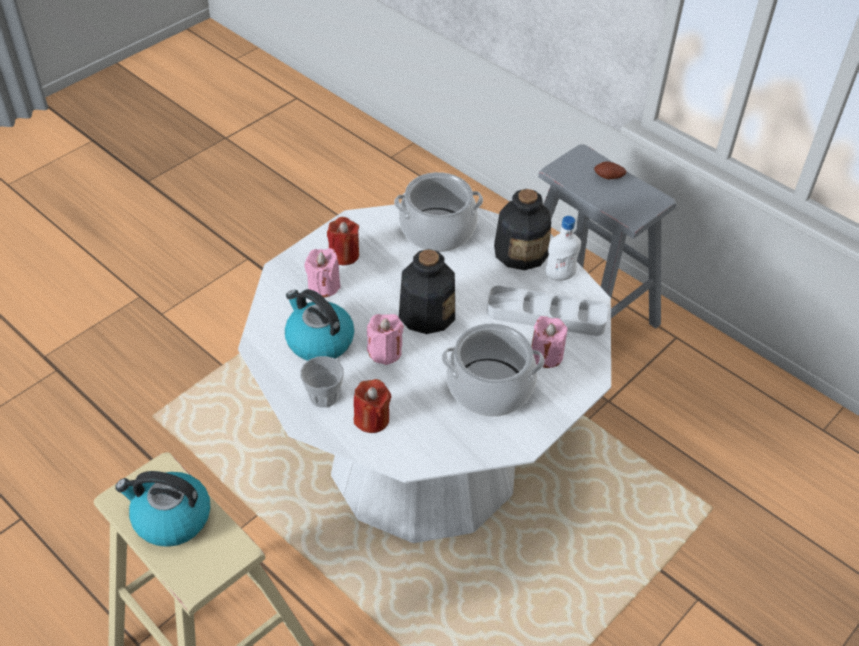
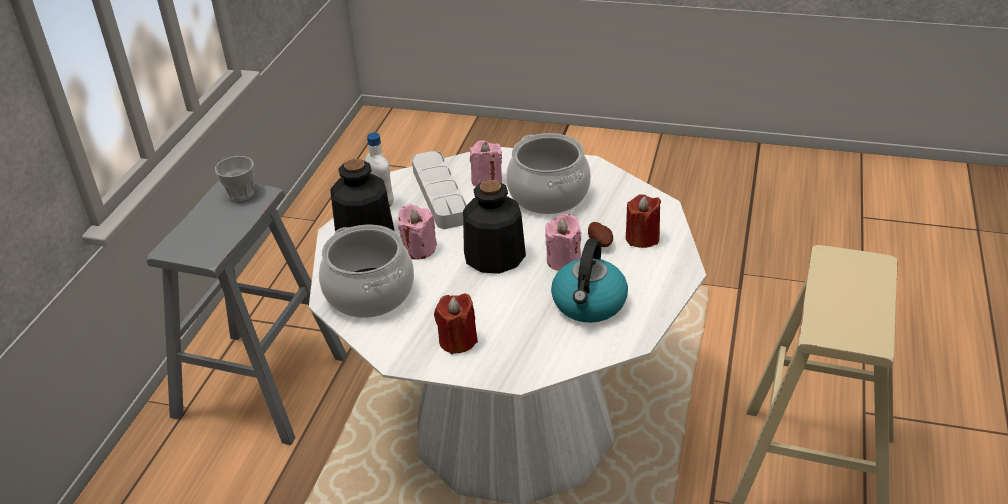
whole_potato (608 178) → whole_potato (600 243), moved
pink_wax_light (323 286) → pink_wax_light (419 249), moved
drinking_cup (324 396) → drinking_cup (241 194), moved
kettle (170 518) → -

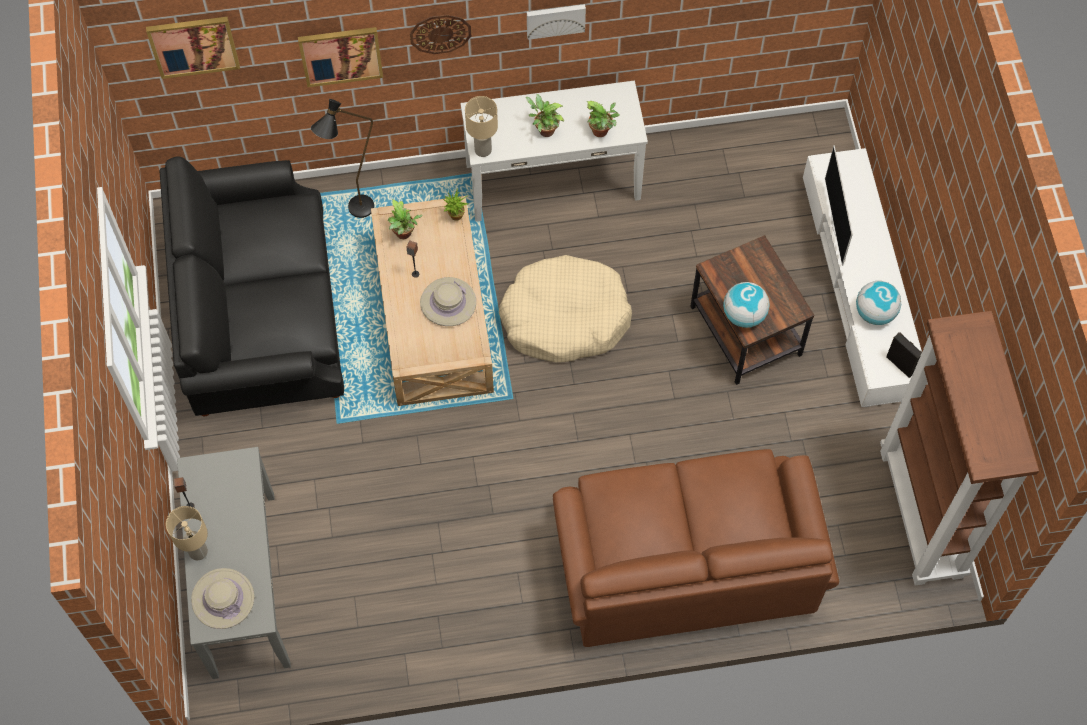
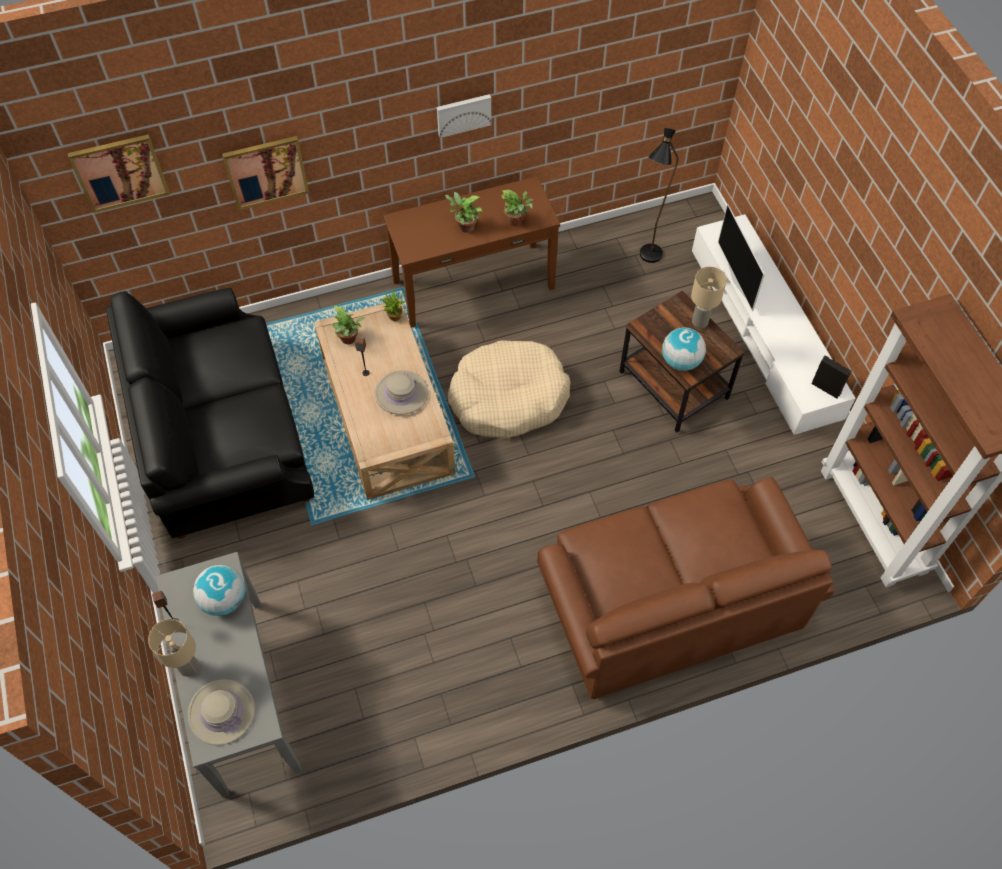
clock_on_the_wall (440 33) → -
white-coloured_console_table (552 181) → brown_console_table (473 284)
beige-coloured_table_lamp (483 149) → beige-coloured_table_lamp (700 321), moved
black_standard_lamp (355 214) → black_standard_lamp (648 260), moved
globe (874 313) → globe (224 600), moved

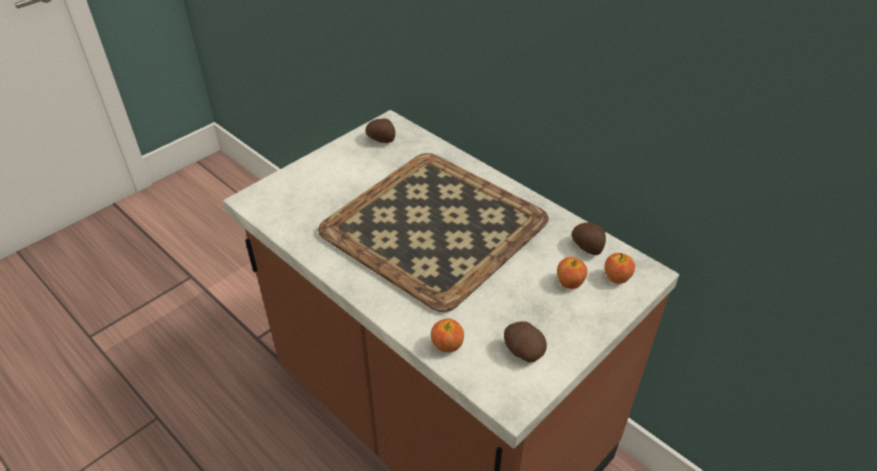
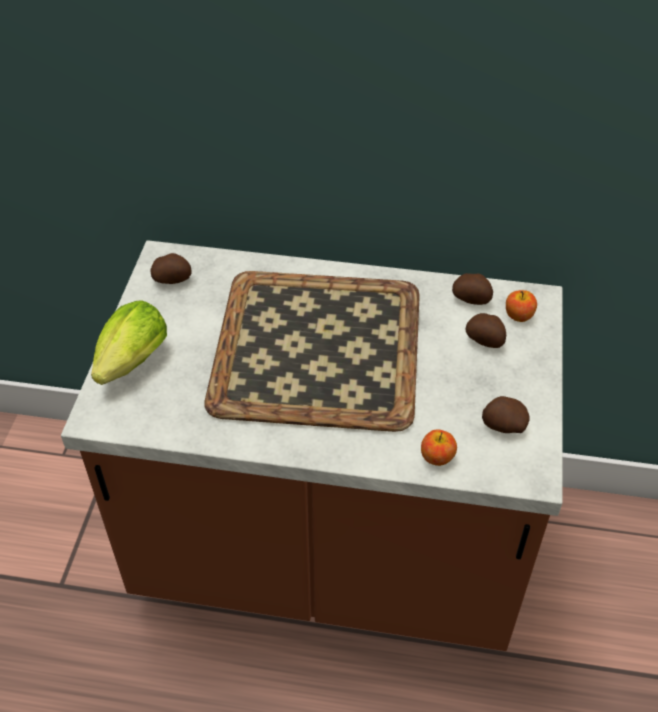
apple_fruit (569 282) → whole_potato (485 341)
- → lettuce_head (130 365)

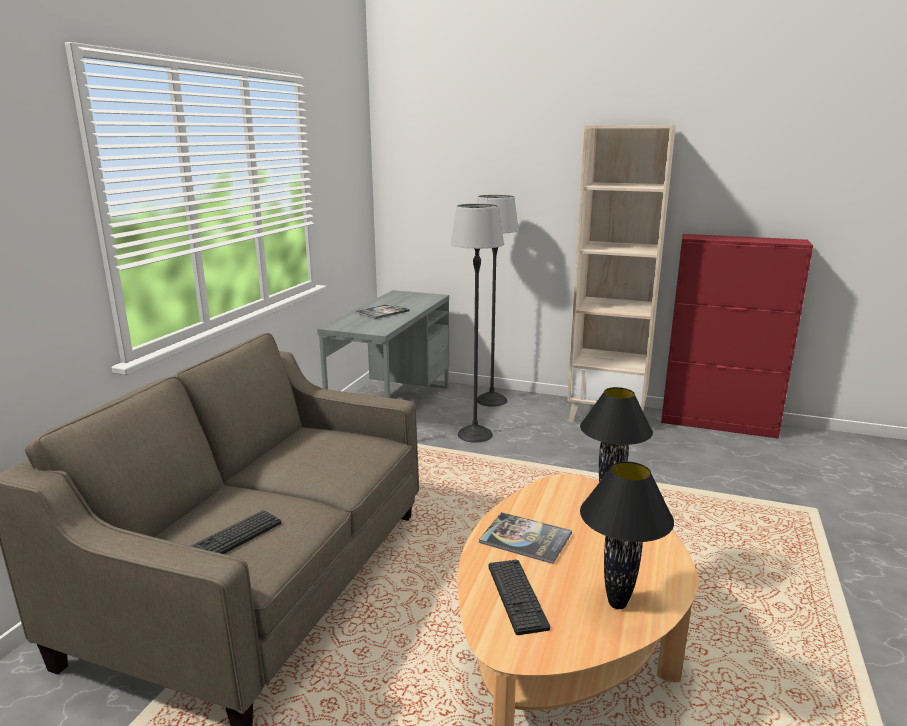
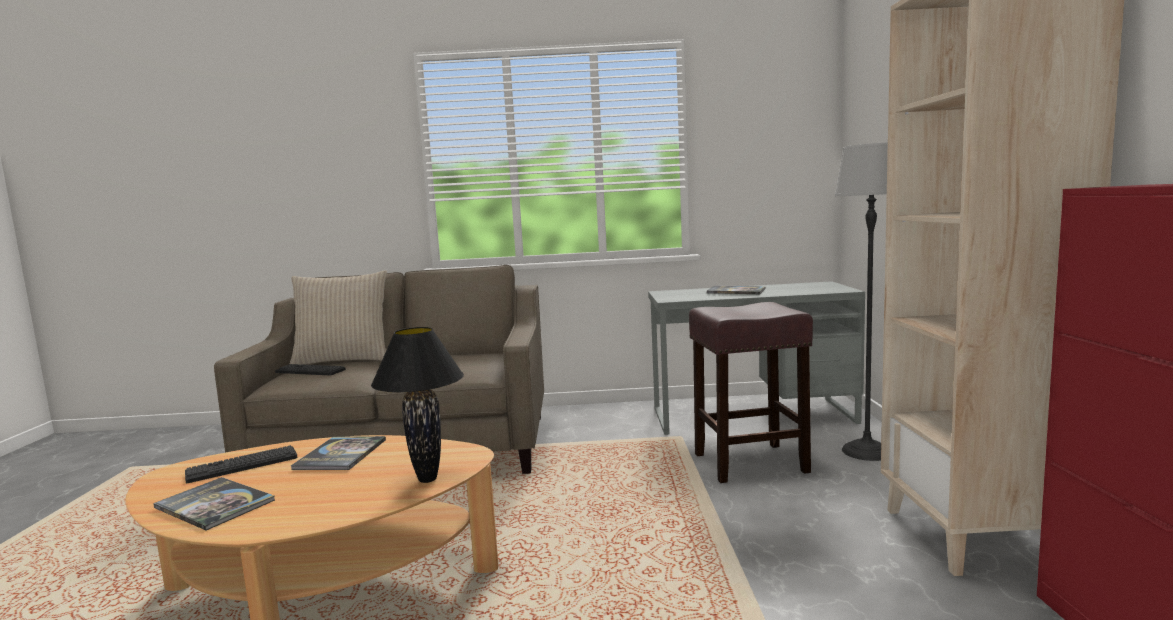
standard_lamp (475 434) → brown_sitting_stool (748 463)
black_table_lamp (616 603) → volume (215 504)
- → beige-coloured_cushion (344 360)

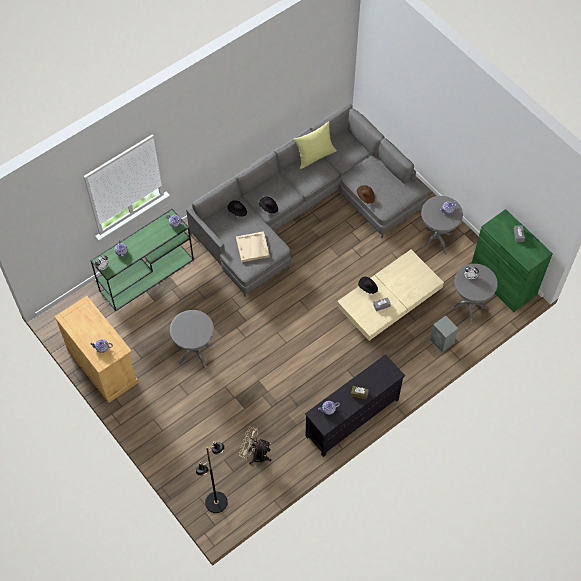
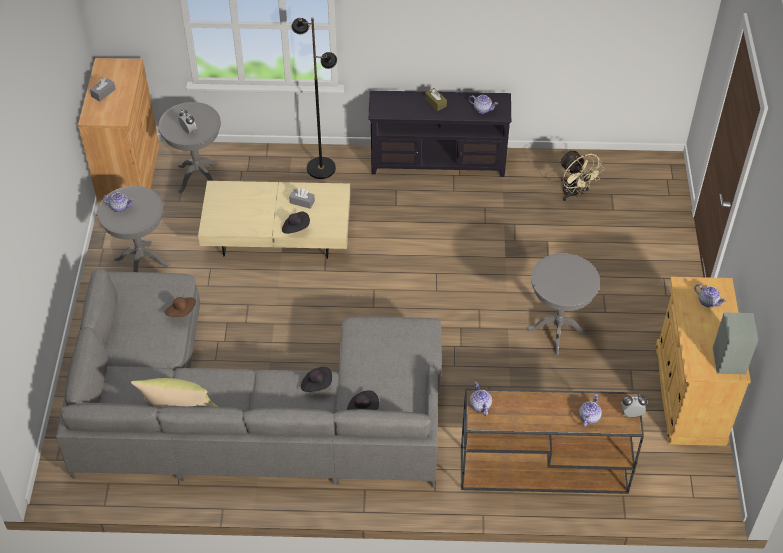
green_console_table (147 275) → brown_console_table (541 470)
green_cabinet (503 281) → brown_cabinet (130 176)
beige-coloured_tray (253 248) → -
greyish_loudspeaker (442 342) → greyish_loudspeaker (729 359), moved
black_standard_lamp (216 503) → black_standard_lamp (321 168), moved

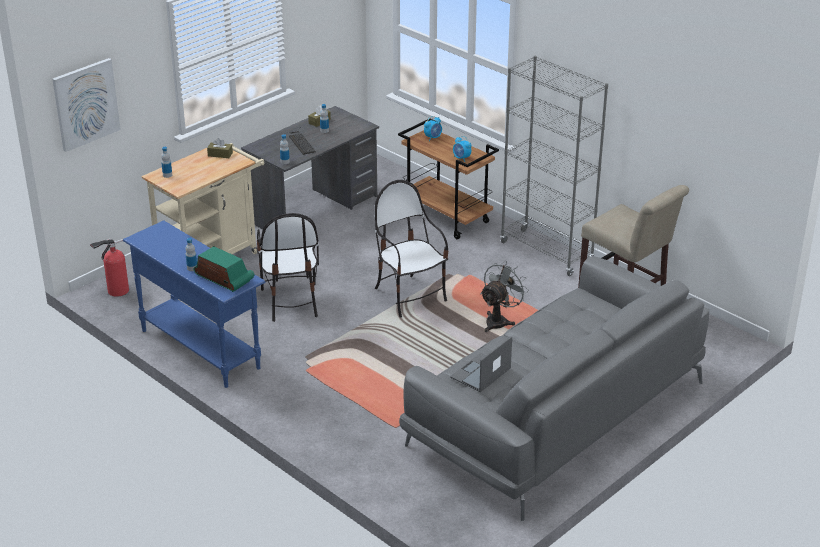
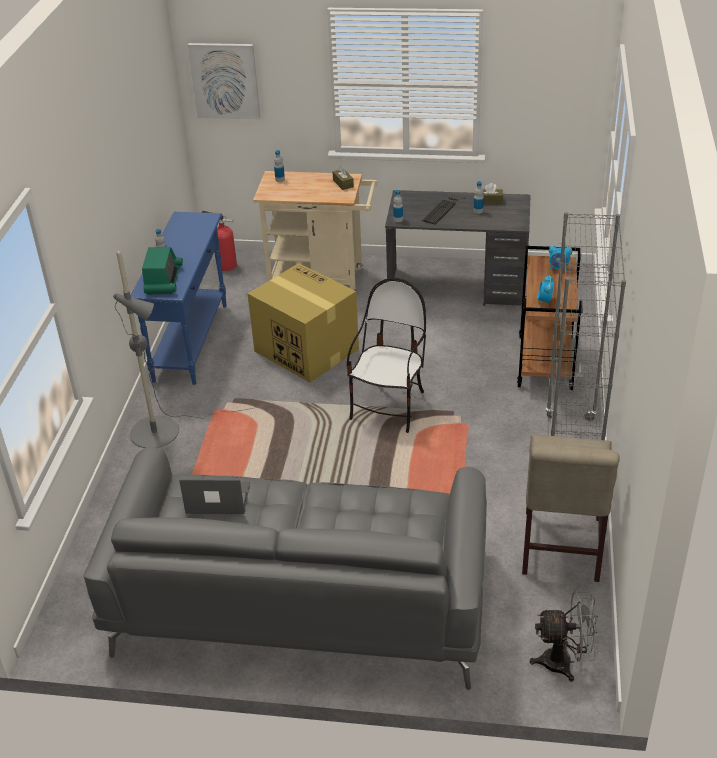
upright_chair (290 302) → cardboard_box (305 349)
greyish_cooling_fan (499 321) → greyish_cooling_fan (565 662), moved
- → greyish_standard_lamp (166 429)

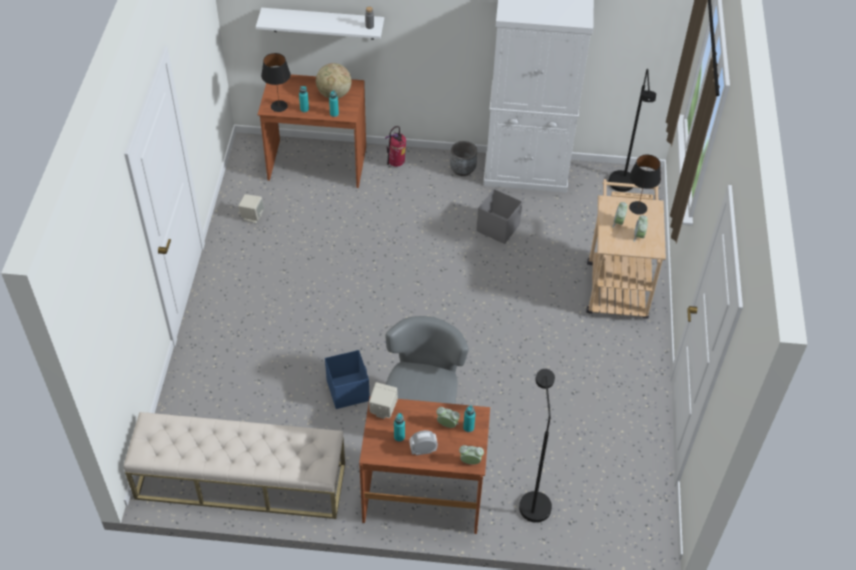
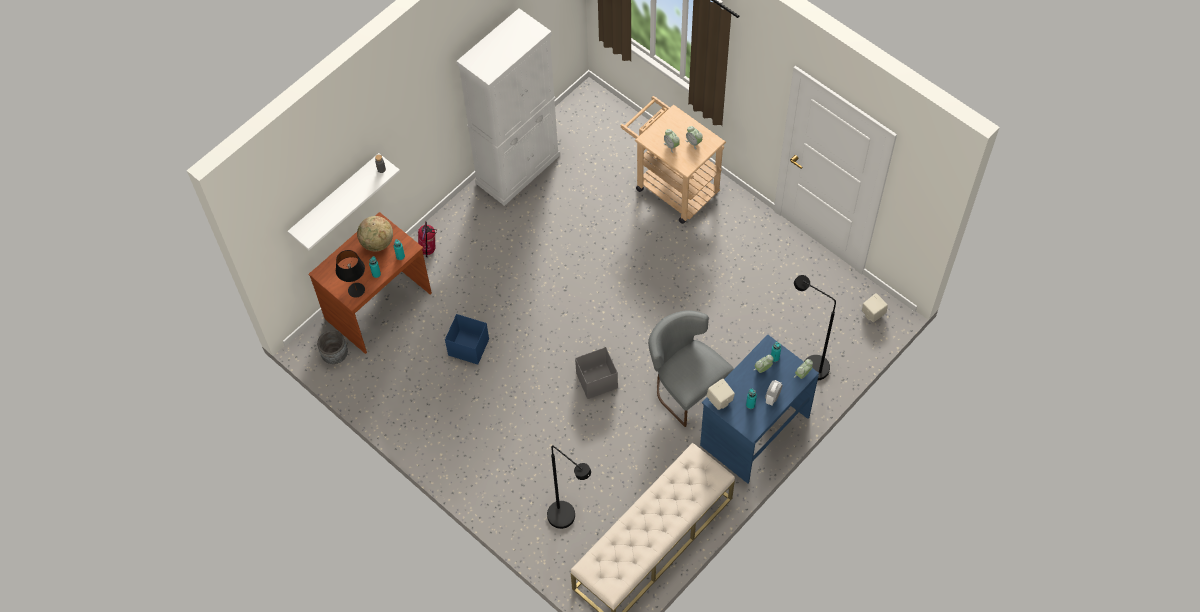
black_standard_lamp (622 188) → black_standard_lamp (568 519), moved
greyish_flower_pot (463 169) → greyish_flower_pot (335 355), moved
black_table_lamp (638 208) → -
greyish_storage_box (497 227) → greyish_storage_box (596 381), moved
beige-coloured_loudspeaker (252 216) → beige-coloured_loudspeaker (872 314), moved
blue-coloured_storage_box (348 390) → blue-coloured_storage_box (468 347), moved
brown_desk (423 494) → blue-coloured_desk (754 430)

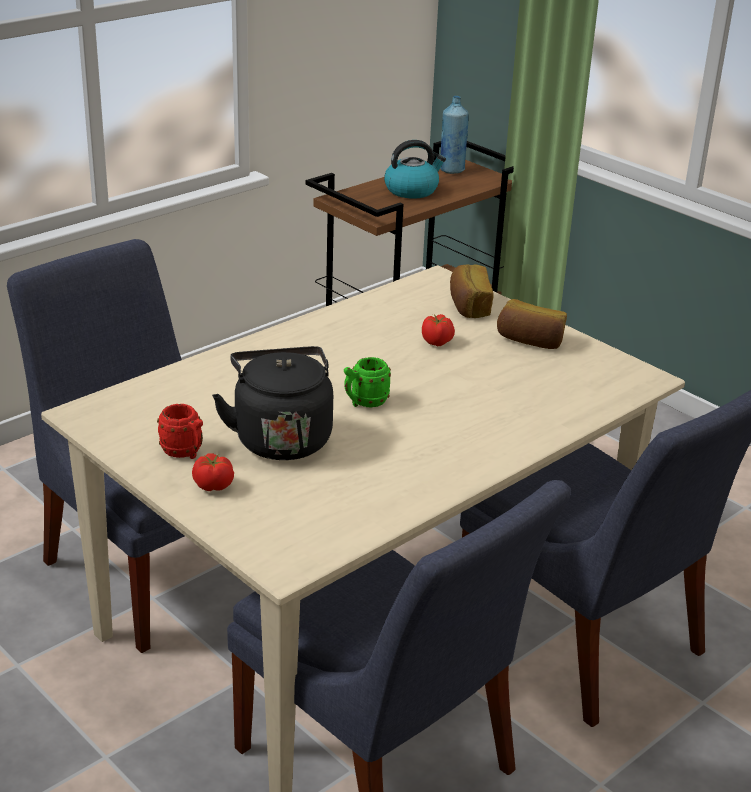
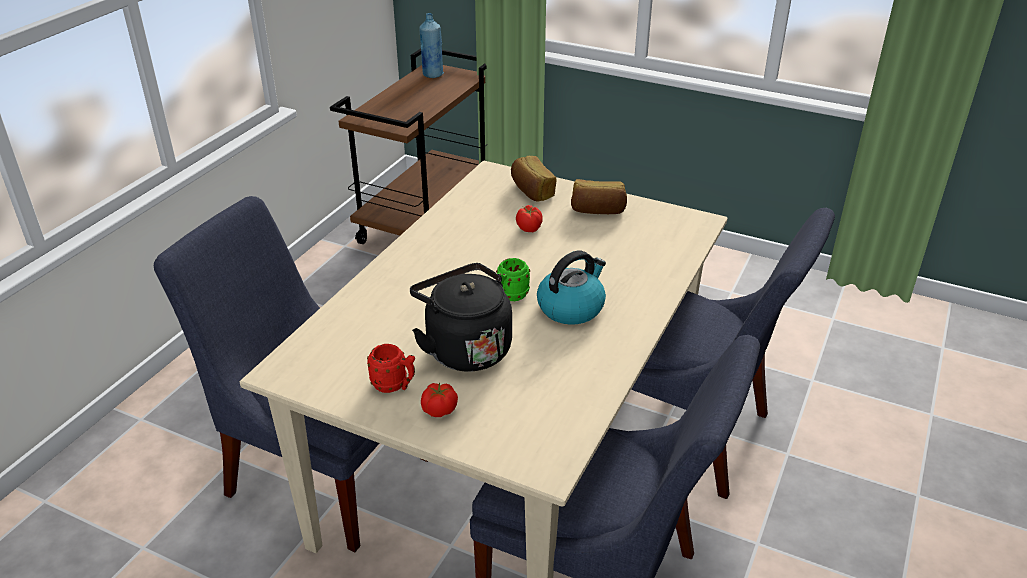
kettle (412 190) → kettle (571 307), moved

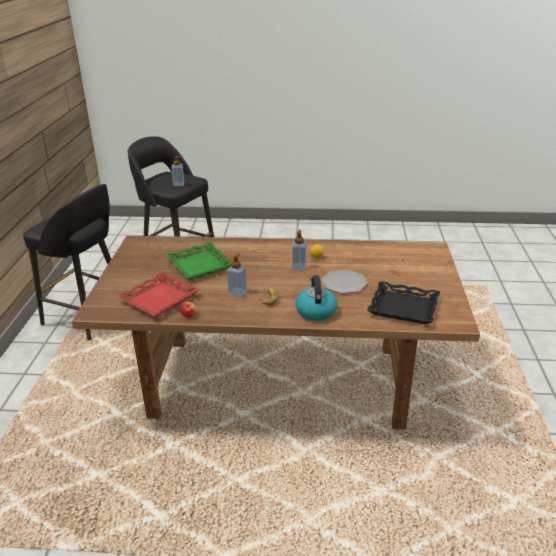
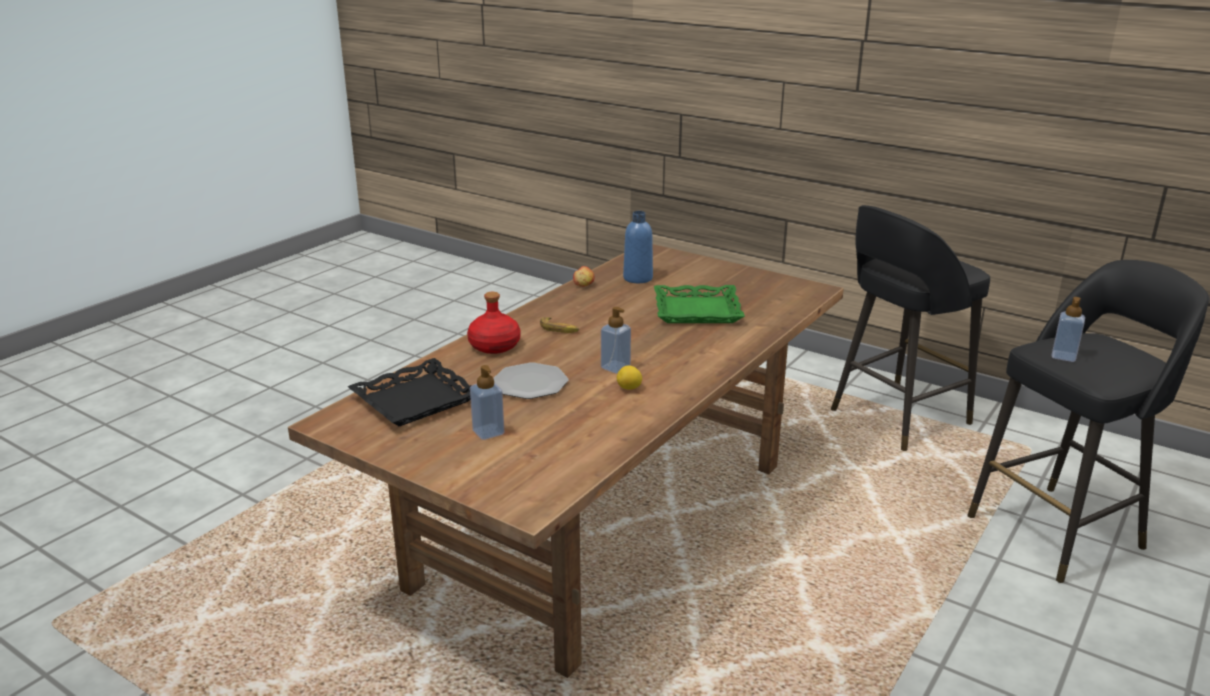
soap_bottle (237 292) → soap_bottle (488 432), moved
red-coloured_tray (159 299) → blue-coloured_drink_bottle (638 278)
kettle (315 311) → red-coloured_drink_bottle (494 346)

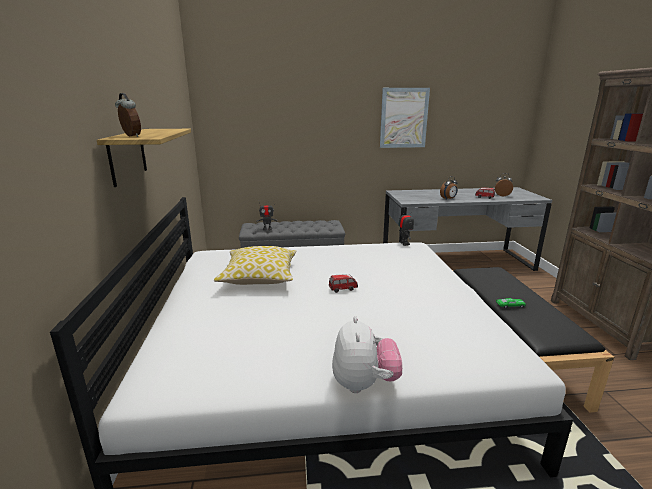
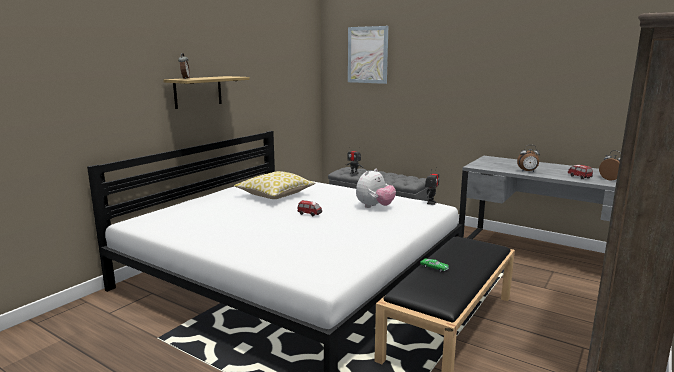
wall_picture (404 118) → wall_picture (367 55), moved
cuddly_toy (364 384) → cuddly_toy (374 207), moved

